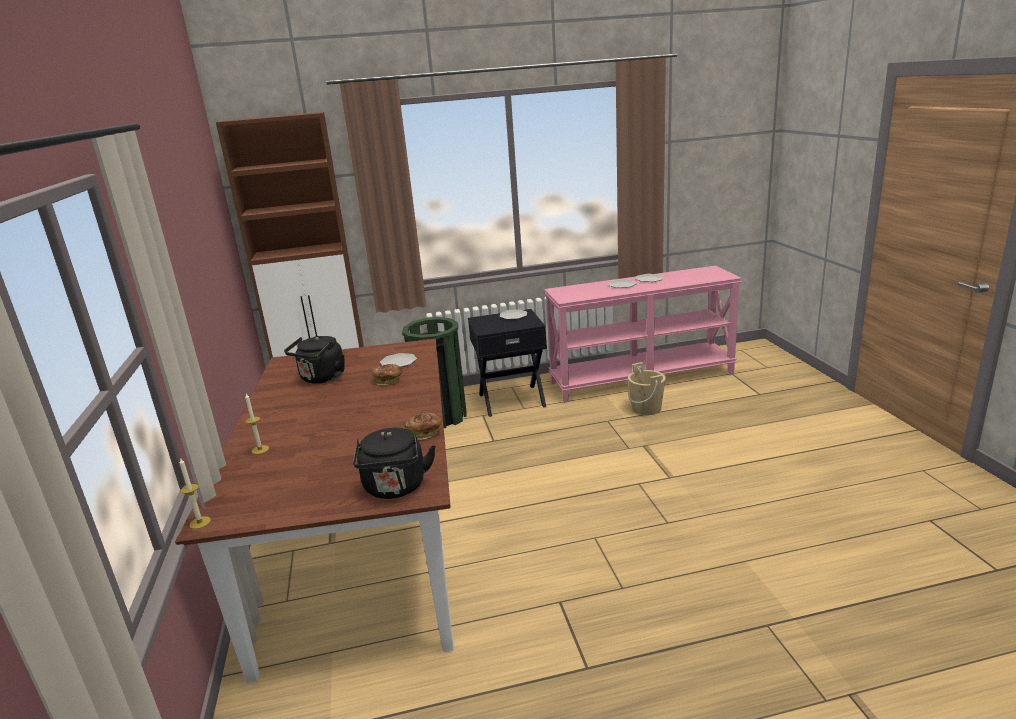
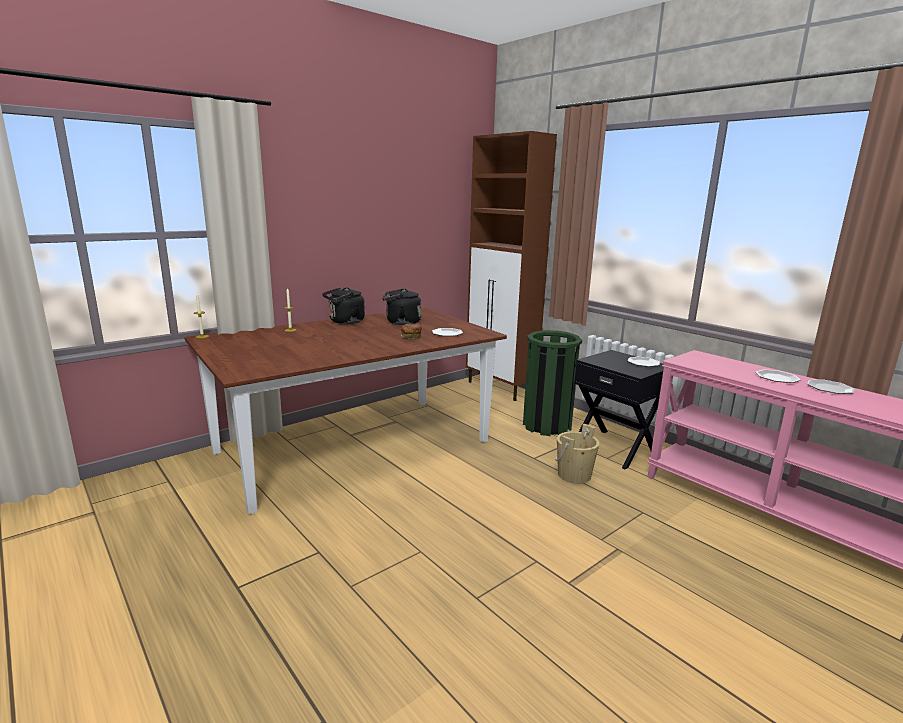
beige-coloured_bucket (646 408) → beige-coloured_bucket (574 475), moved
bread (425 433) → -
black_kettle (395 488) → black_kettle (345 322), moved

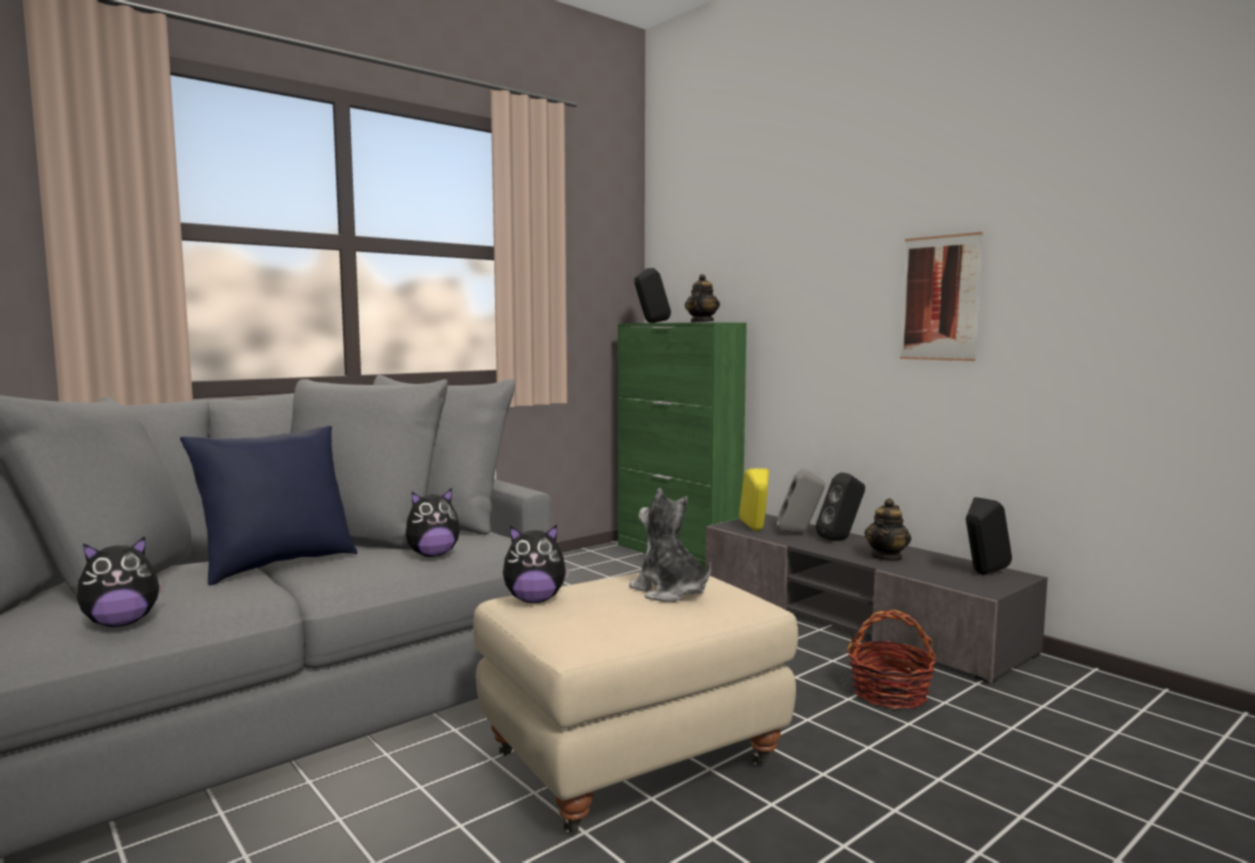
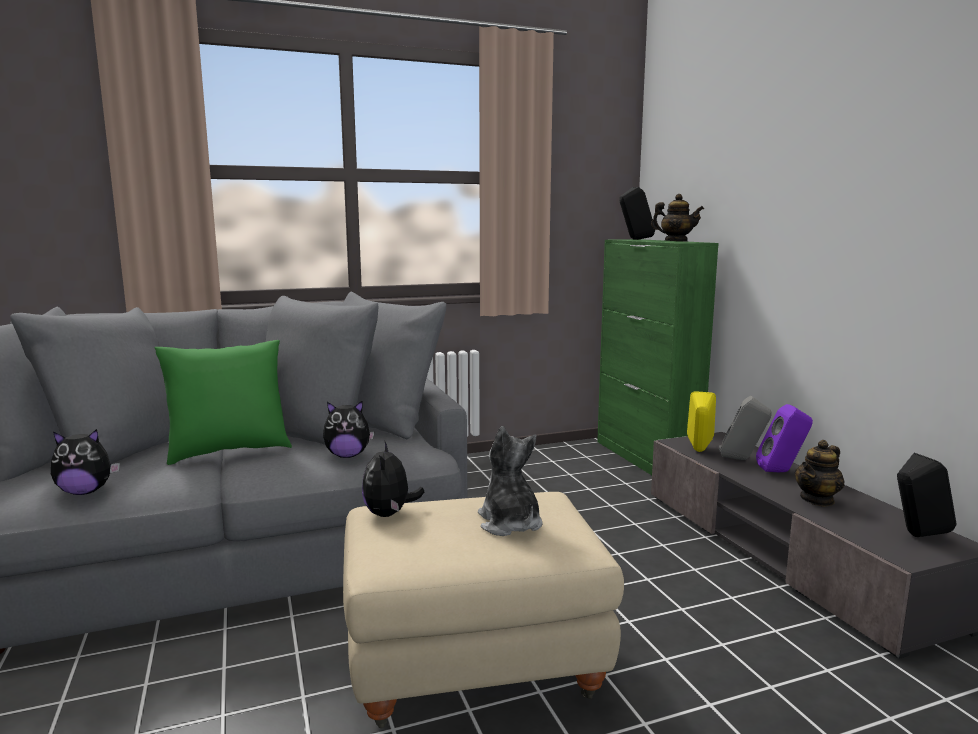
wall_picture (940 298) → -
tea_pot (701 322) → tea_pot (676 241), 75 degrees clockwise
blue-coloured_cushion (277 565) → green_cushion (229 451)
black_loudspeaker (841 539) → purple-coloured_loudspeaker (782 472)
cuddly_toy (535 600) → cuddly_toy (389 514), 75 degrees clockwise
household_basket (890 694) → -

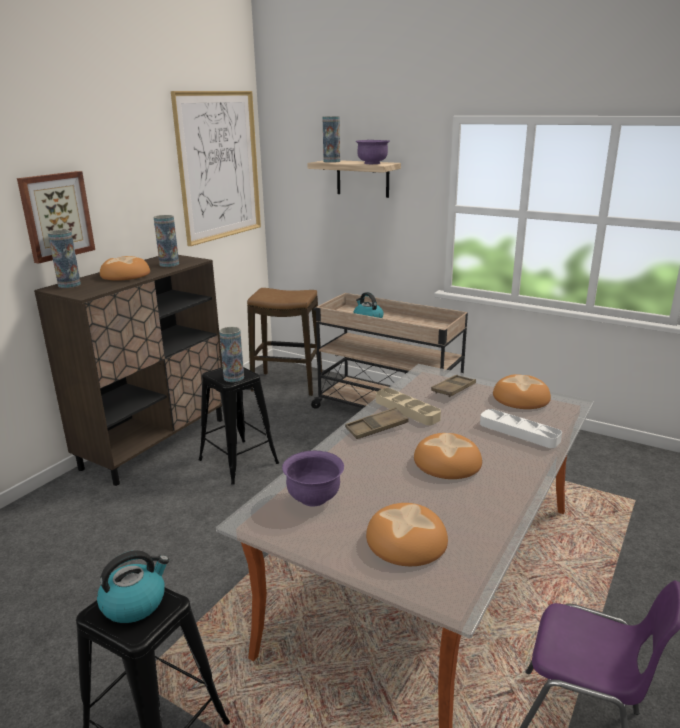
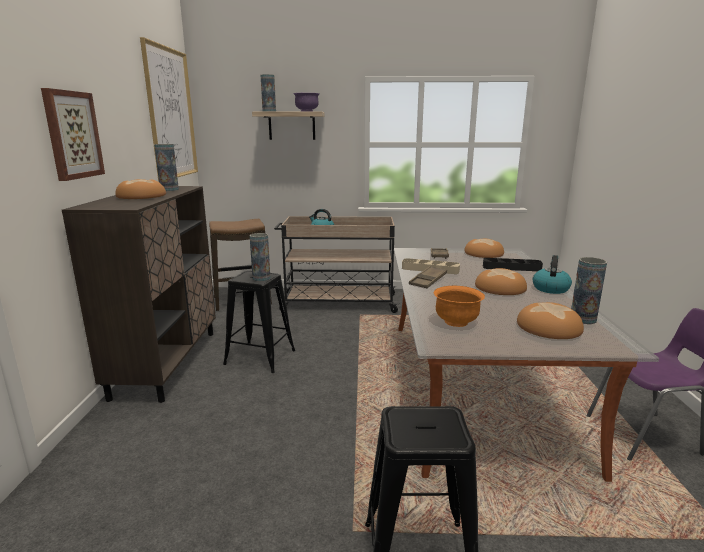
flower_vase (69 285) → flower_vase (583 319), moved
white-coloured_tray (519 432) → black_tray (511 268)
purple-coloured_bowl (314 498) → orange-coloured_bowl (456 322)
kettle (135 603) → kettle (550 288), moved

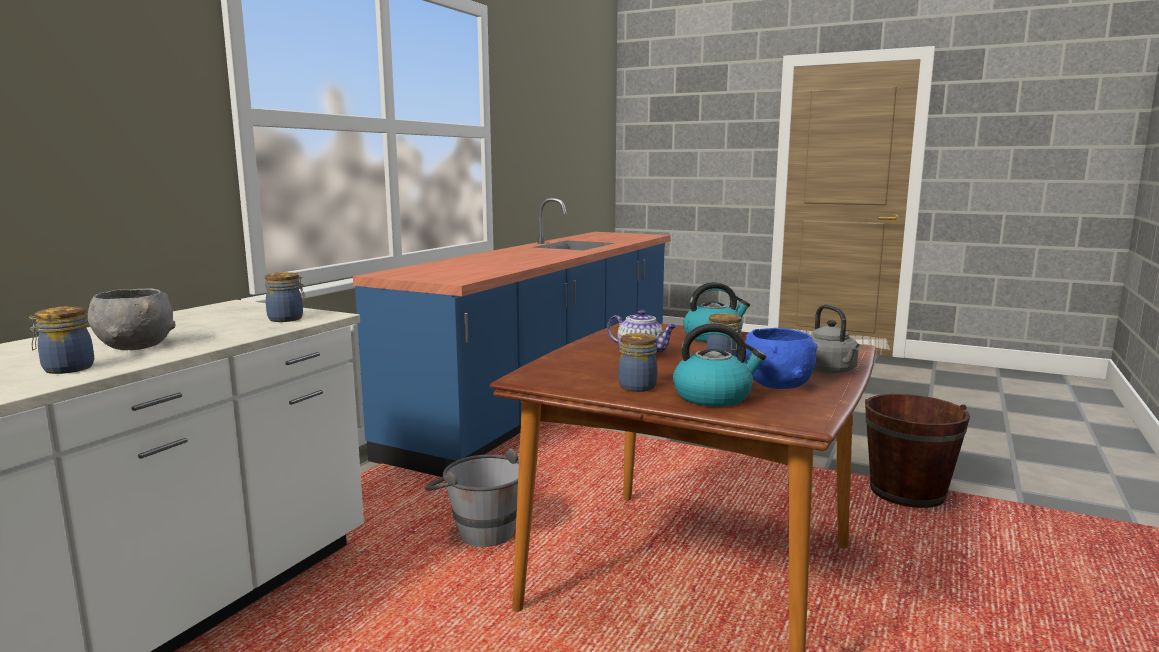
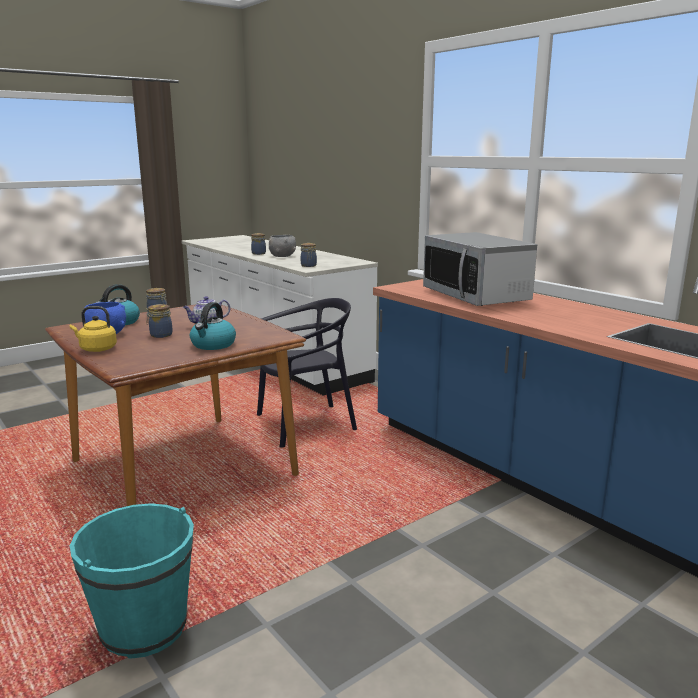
greyish_kettle (830 371) → yellow_kettle (96 349)
brown_bucket (907 493) → blue-green_bucket (144 627)
greyish_bucket (478 531) → black_upright_chair (305 424)
- → microwave (475 296)

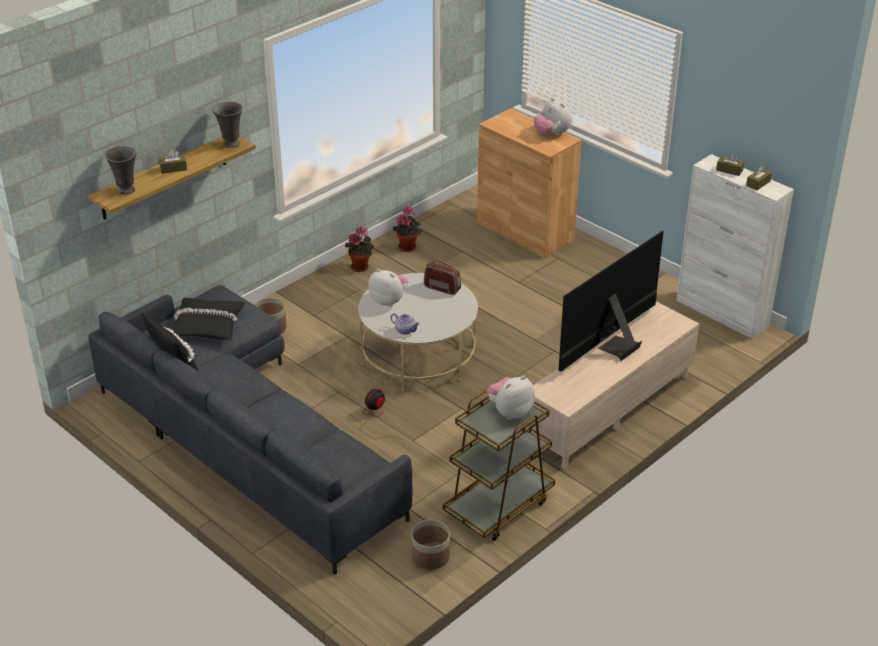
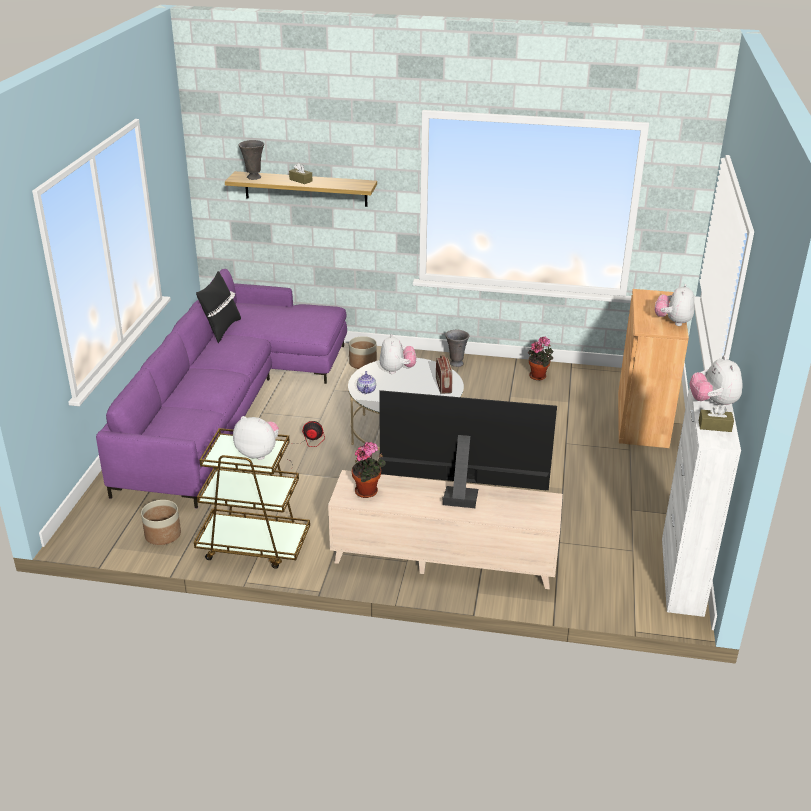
greyish_flower_vase (230 144) → greyish_flower_vase (456 363), moved
brown_box_of_tissues (729 170) → cuddly_toy (713 403)
potted_plant (361 267) → potted_plant (368 492), moved
greyish_sofa (245 435) → purple-coloured_sofa (231 402)
black_cushion (207 326) → -

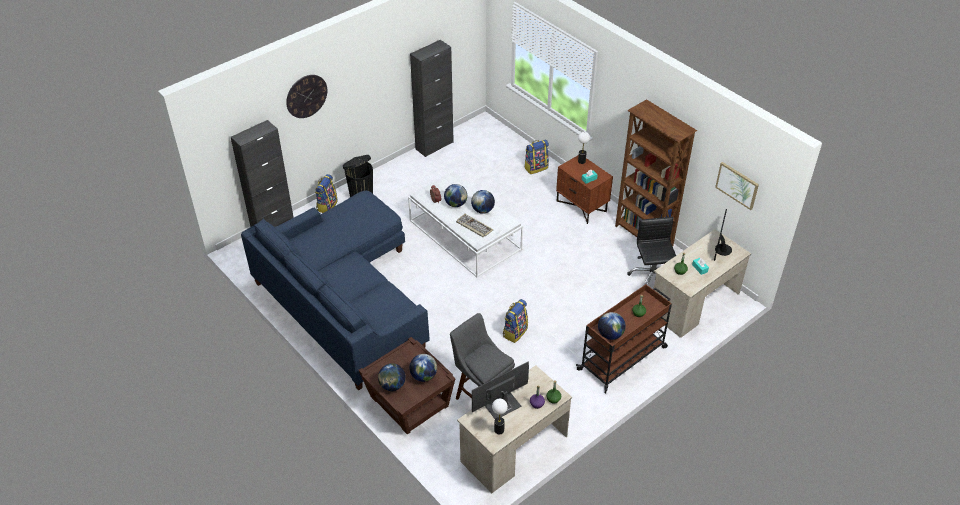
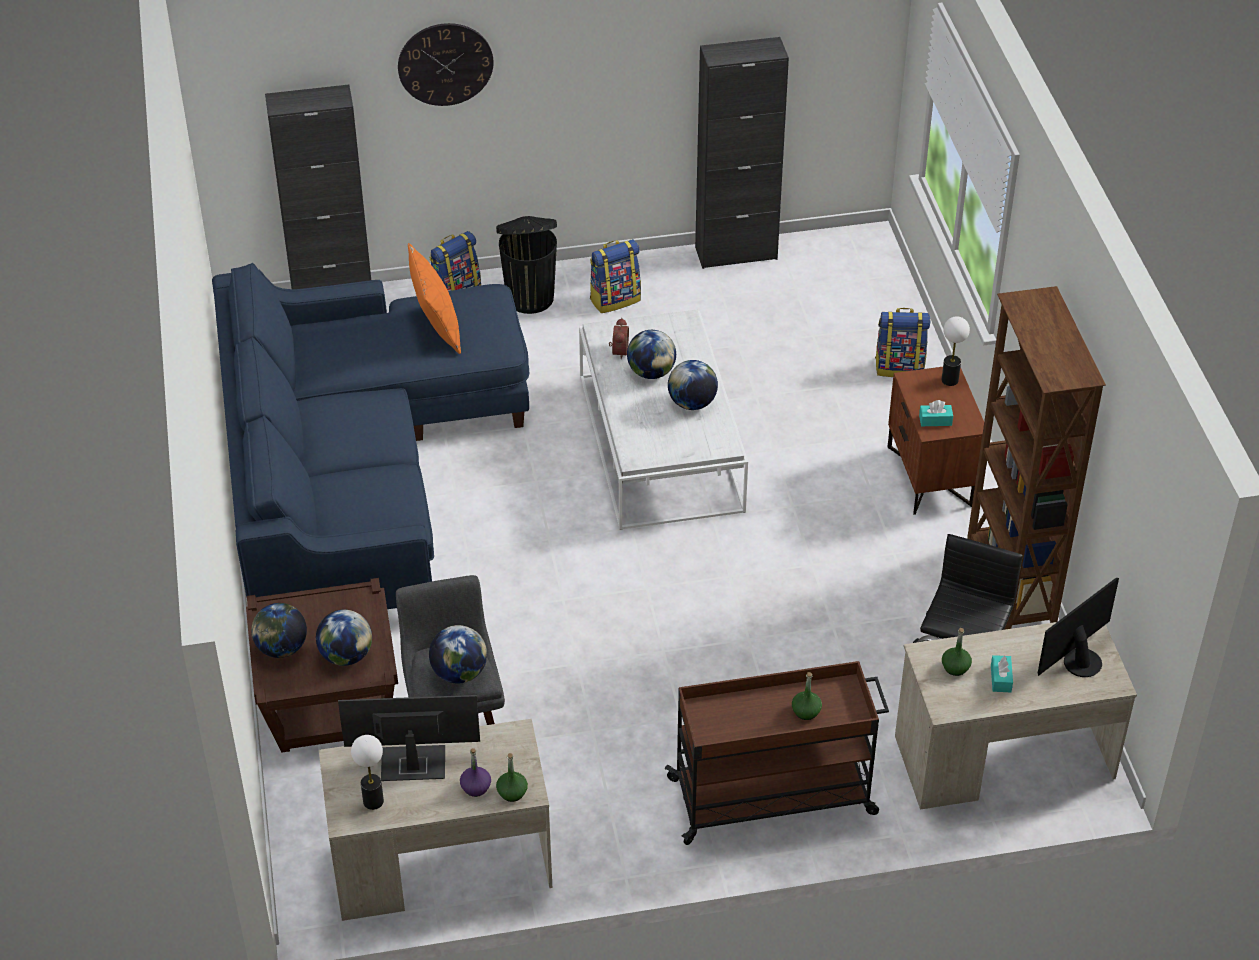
wall_picture (737 185) → -
keyboard (474 226) → -
rucksack (515 332) → rucksack (615 299), moved
globe (610 334) → globe (459 673), moved
- → orange-coloured_cushion (436 328)

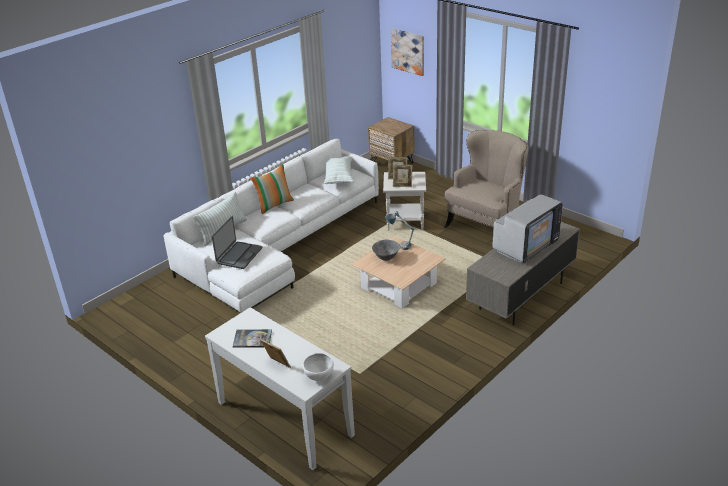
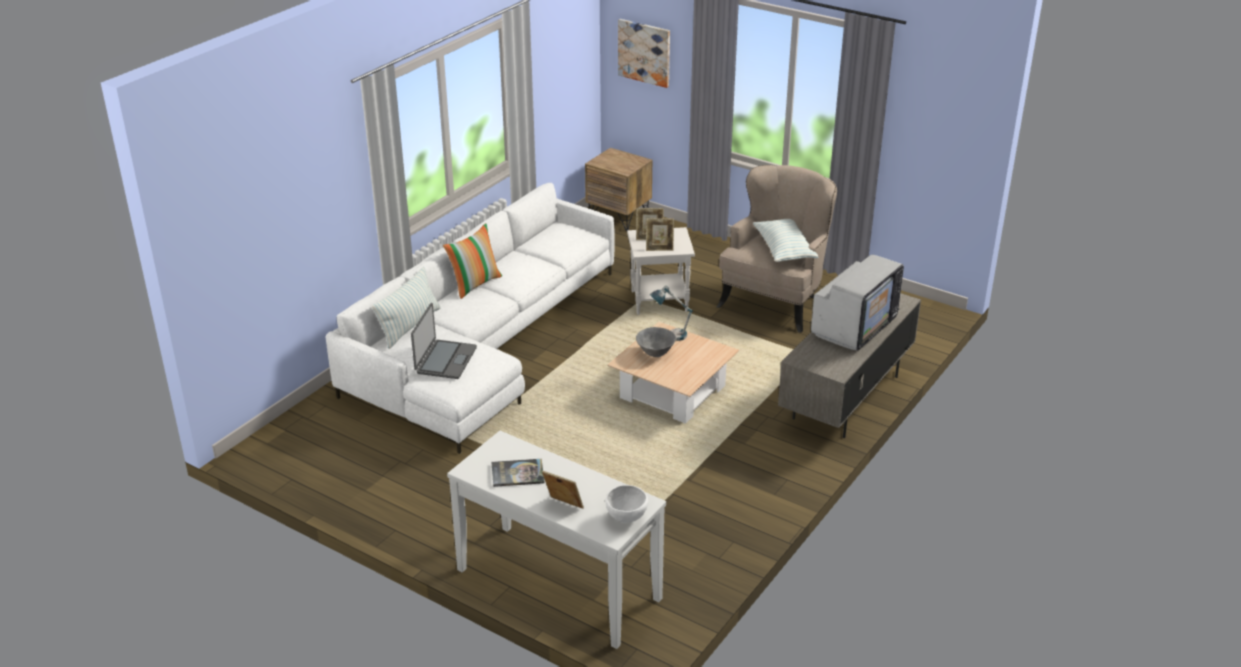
cushion (338 177) → cushion (784 250), moved

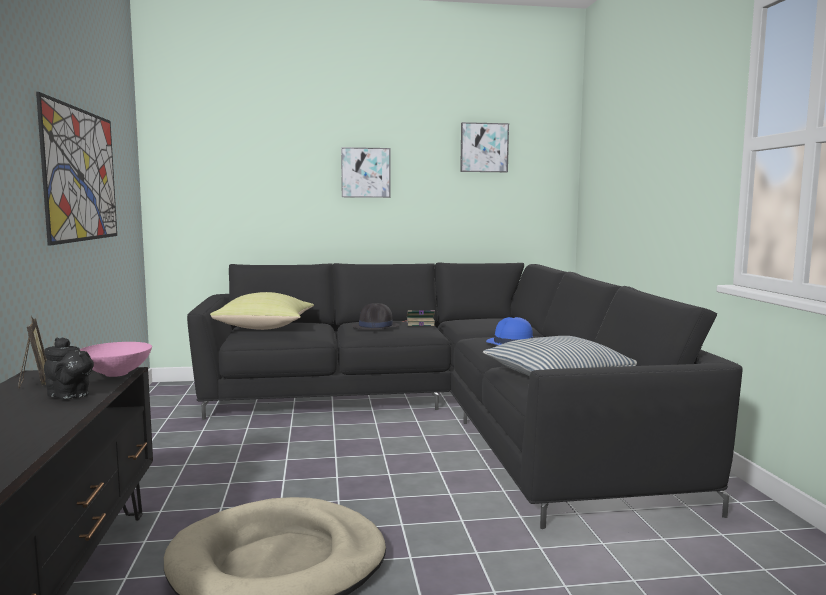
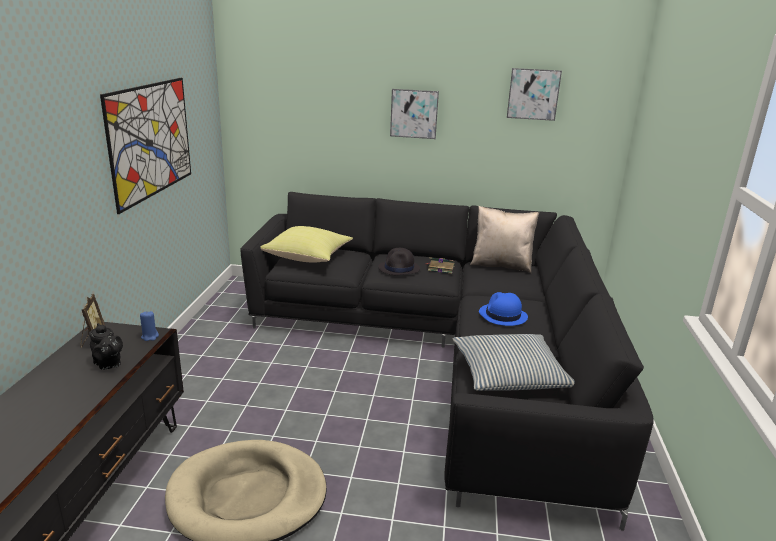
pink_bowl (115 374) → blue-coloured_wax_light (150 337)
- → beige-coloured_cushion (501 265)

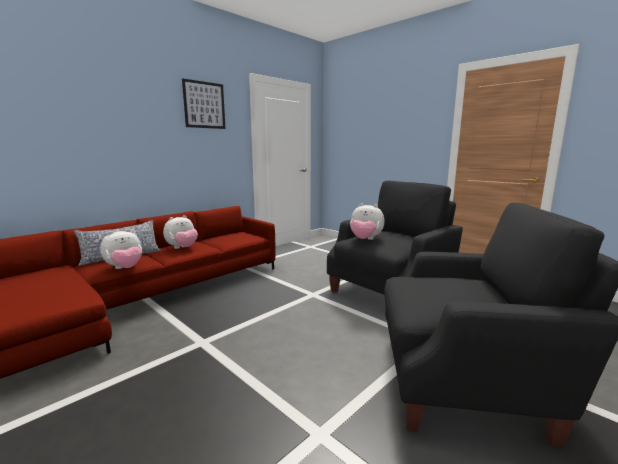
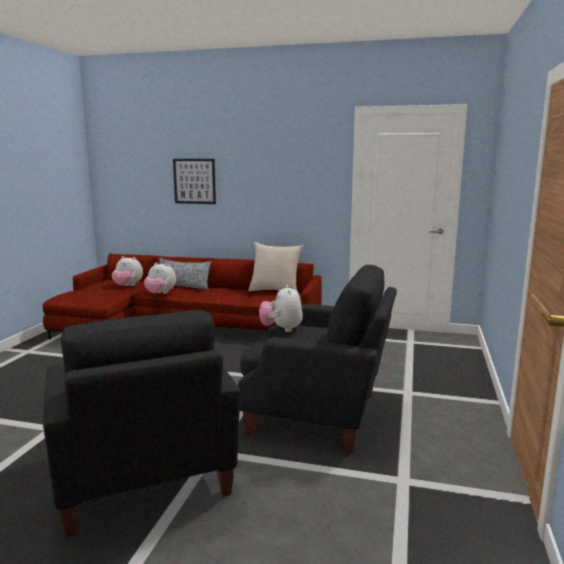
wall_picture (204 105) → wall_picture (194 181), moved
cuddly_toy (182 248) → cuddly_toy (128 286), moved
- → beige-coloured_cushion (275 291)

